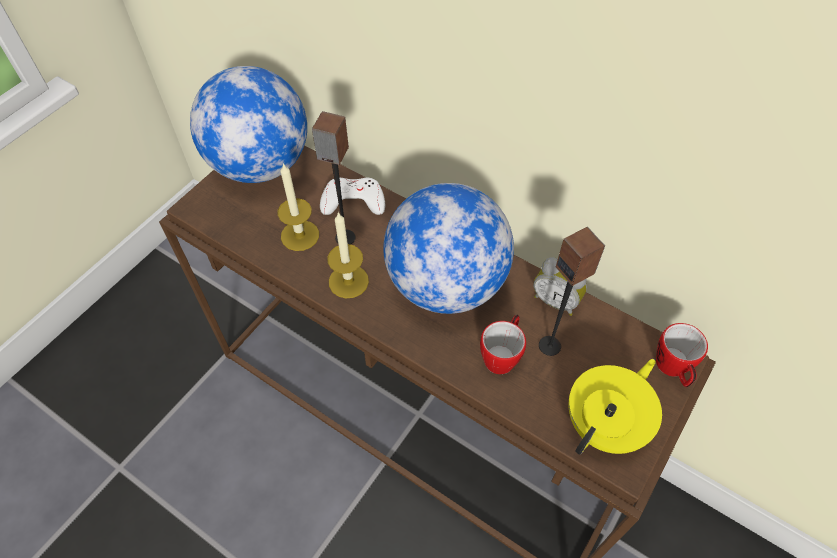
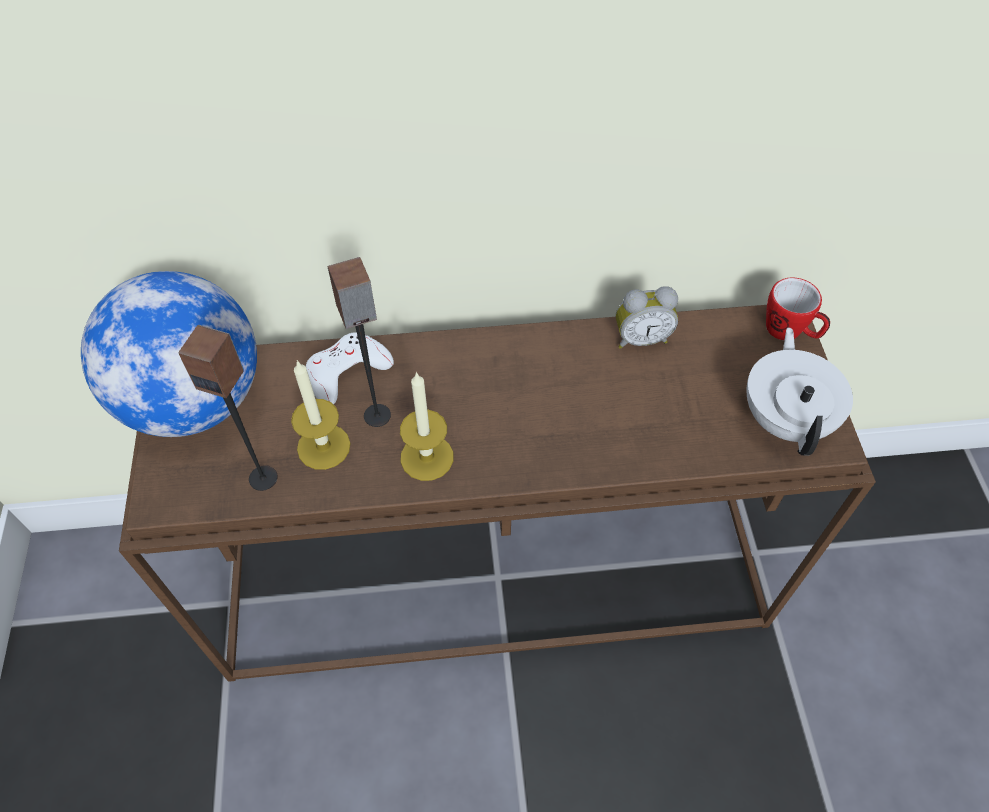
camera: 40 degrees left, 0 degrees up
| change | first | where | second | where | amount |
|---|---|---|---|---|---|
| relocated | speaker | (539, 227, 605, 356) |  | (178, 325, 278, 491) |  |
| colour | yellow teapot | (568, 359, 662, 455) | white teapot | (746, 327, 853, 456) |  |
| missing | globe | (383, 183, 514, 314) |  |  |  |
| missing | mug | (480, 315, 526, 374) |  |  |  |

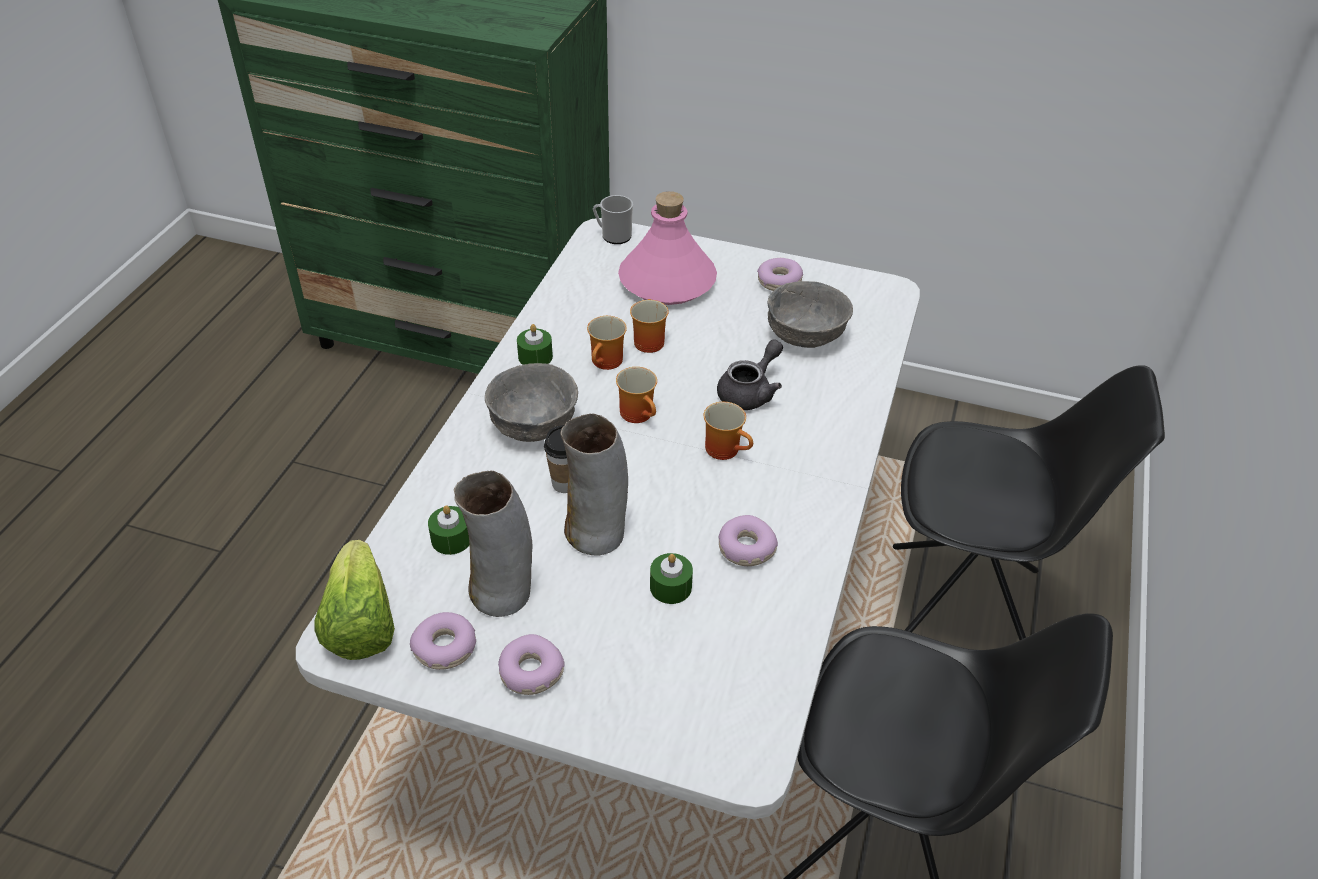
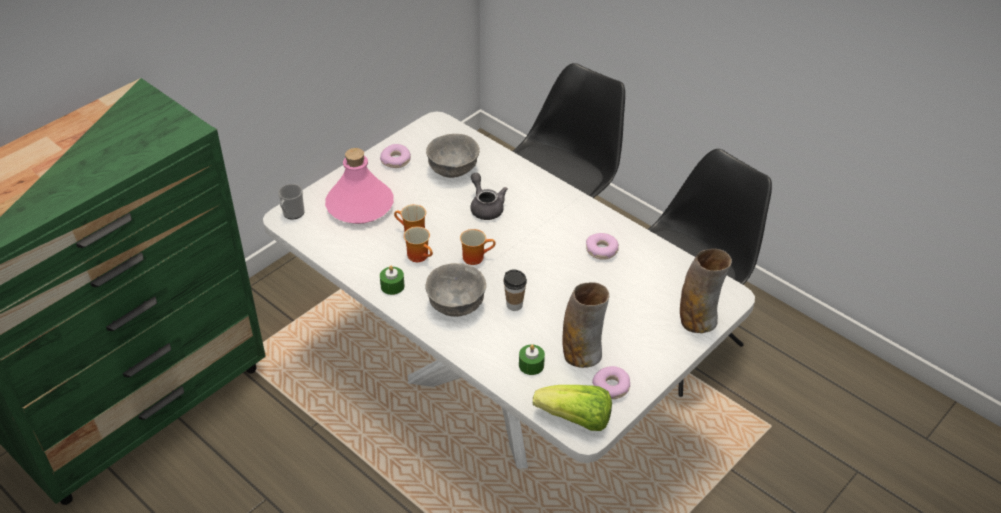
camera: 65 degrees left, 0 degrees up
| change | first | where | second | where | amount |
|---|---|---|---|---|---|
| relocated | vase | (560, 414, 628, 556) |  | (680, 249, 732, 333) |  |
| missing | donut | (498, 634, 565, 695) |  |  |  |
| missing | green candle | (650, 553, 693, 604) |  |  |  |
| missing | mug | (704, 402, 753, 460) |  |  |  |

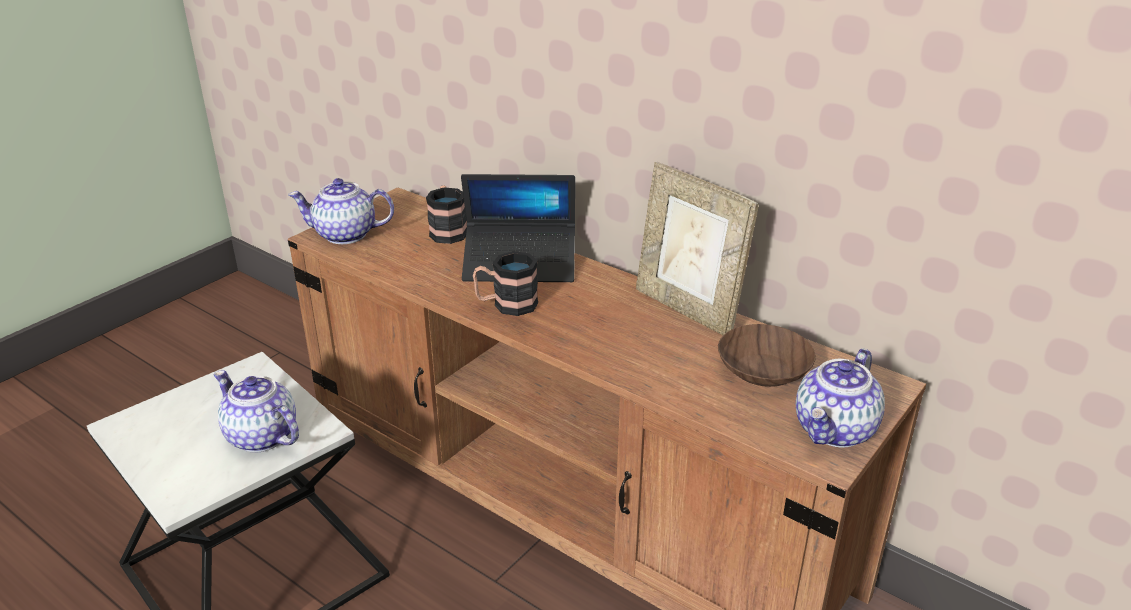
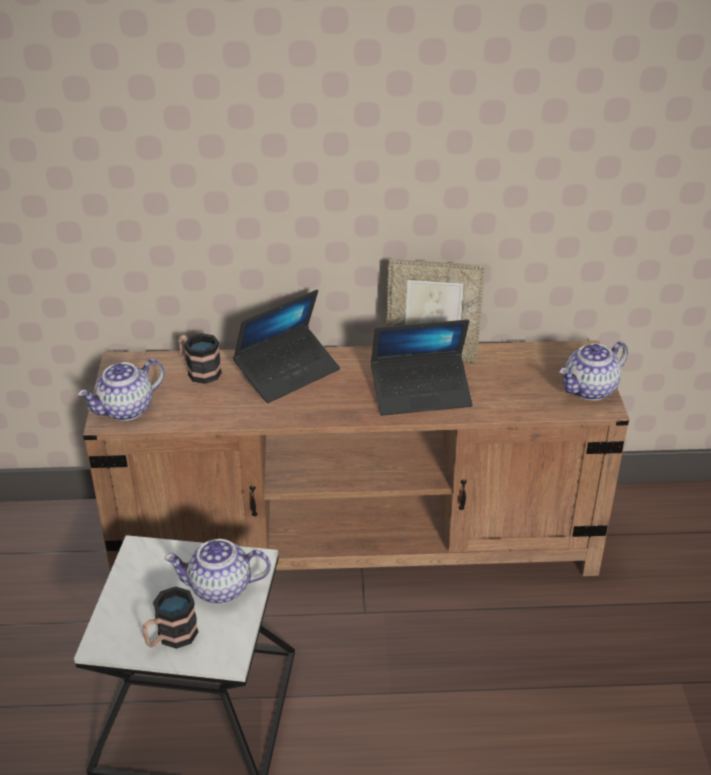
camera: 40 degrees left, 5 degrees up
| change | first | where | second | where | amount |
|---|---|---|---|---|---|
| relocated | mug | (473, 251, 538, 316) |  | (142, 587, 198, 649) |  |
| appeared |  |  | laptop | (371, 319, 473, 416) |  |
| spun | teapot | (796, 348, 885, 448) |  | (559, 341, 628, 400) | 60 degrees clockwise |
| missing | brown bowl | (718, 324, 816, 387) |  |  |  |

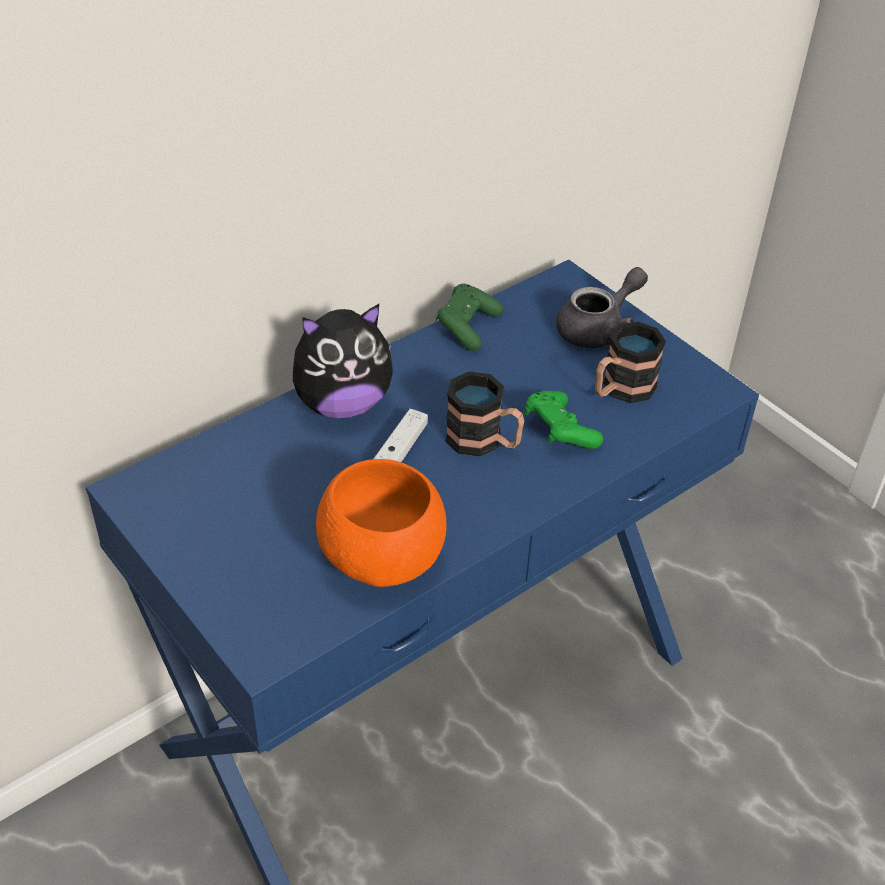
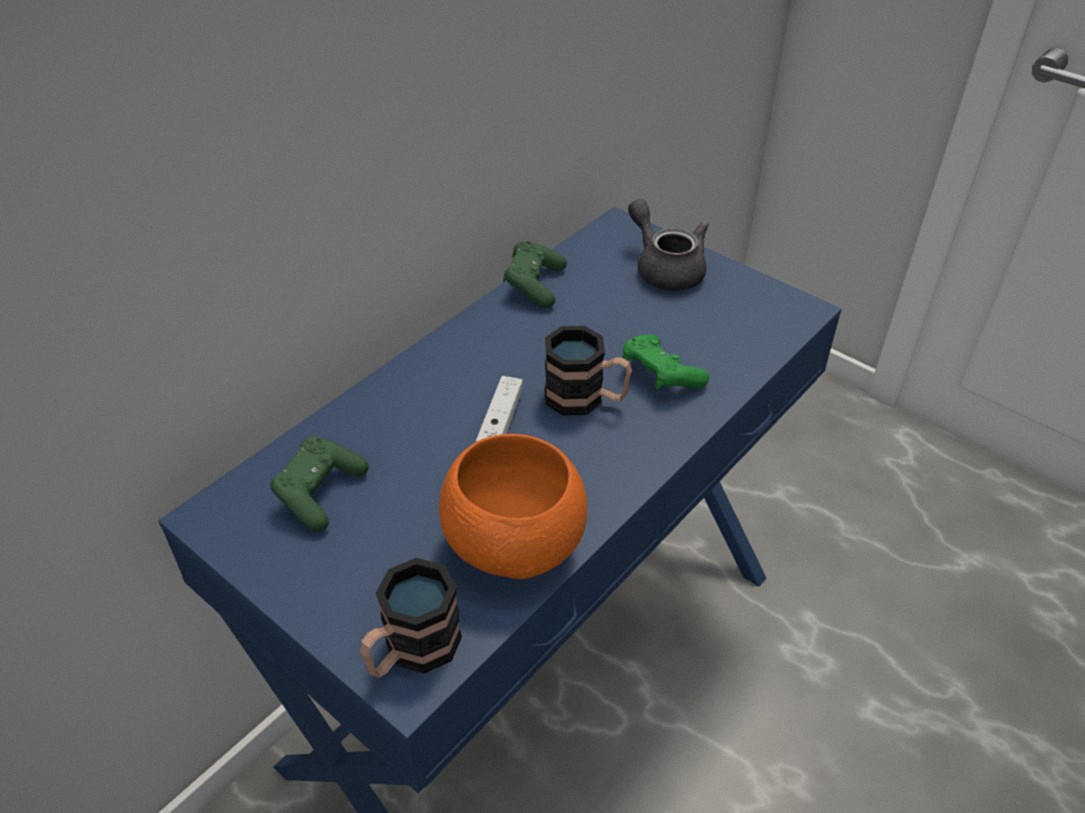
camera: 10 degrees left, 0 degrees up
| change | first | where | second | where | amount |
|---|---|---|---|---|---|
| appeared |  |  | green game controller | (270, 437, 369, 531) |  |
| relocated | mug | (595, 322, 666, 403) |  | (360, 558, 462, 678) |  |
| spun | grey teapot | (556, 267, 648, 348) |  | (628, 199, 709, 291) | 75 degrees counterclockwise |
| missing | plush toy | (293, 304, 393, 418) |  |  |  |

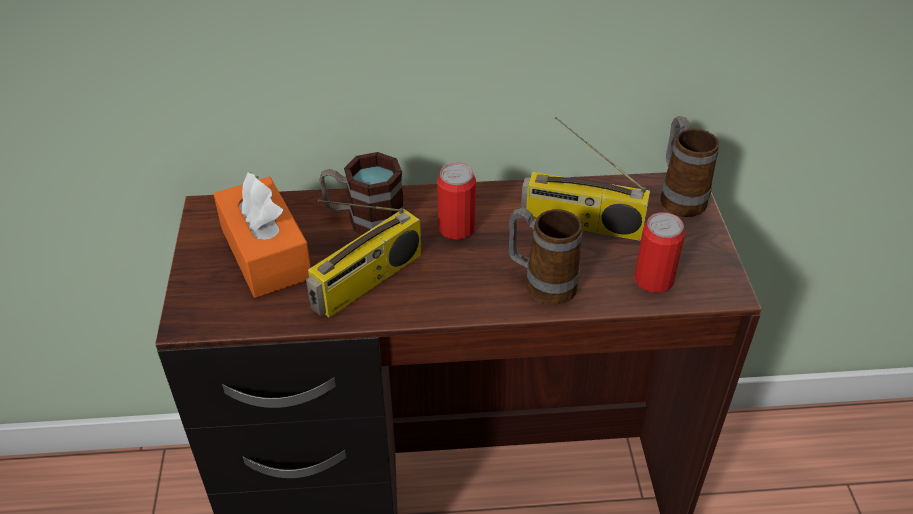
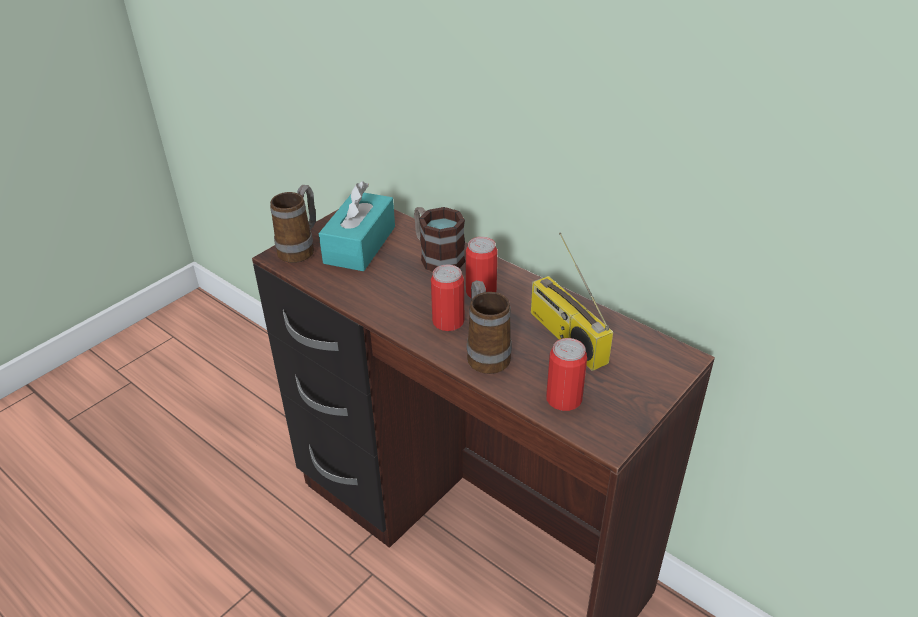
camera: 45 degrees right, 5 degrees down
| change | first | where | second | where | amount |
|---|---|---|---|---|---|
| relocated | mug | (660, 116, 719, 217) |  | (270, 185, 316, 263) |  |
| colour | orange tissue box | (213, 172, 311, 298) | turquoise tissue box | (319, 181, 395, 271) |  |
| appeared |  |  | can | (431, 265, 464, 331) |  |
| missing | radio | (306, 199, 421, 318) |  |  |  |

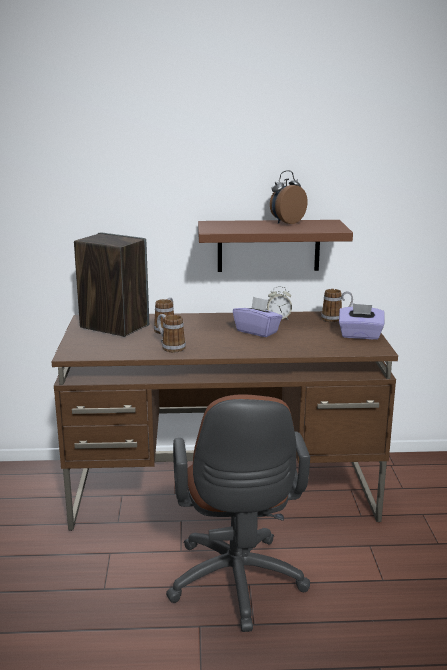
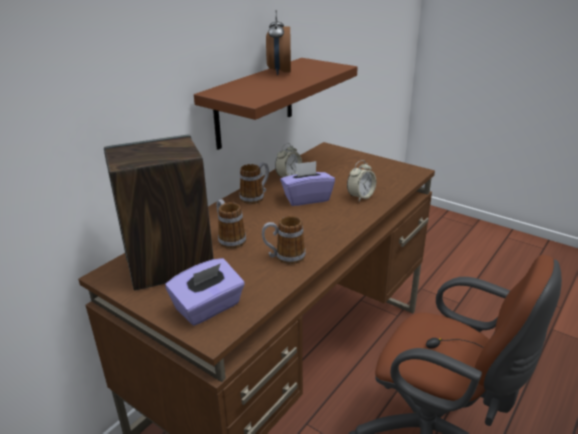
camera: 50 degrees left, 10 degrees up
| change | first | where | second | where | amount |
|---|---|---|---|---|---|
| relocated | purple tissue box | (339, 303, 384, 340) |  | (165, 258, 245, 326) |  |
| relocated | mug | (321, 289, 353, 322) |  | (239, 162, 269, 204) |  |
| appeared |  |  | alarm clock | (347, 160, 376, 201) |  |

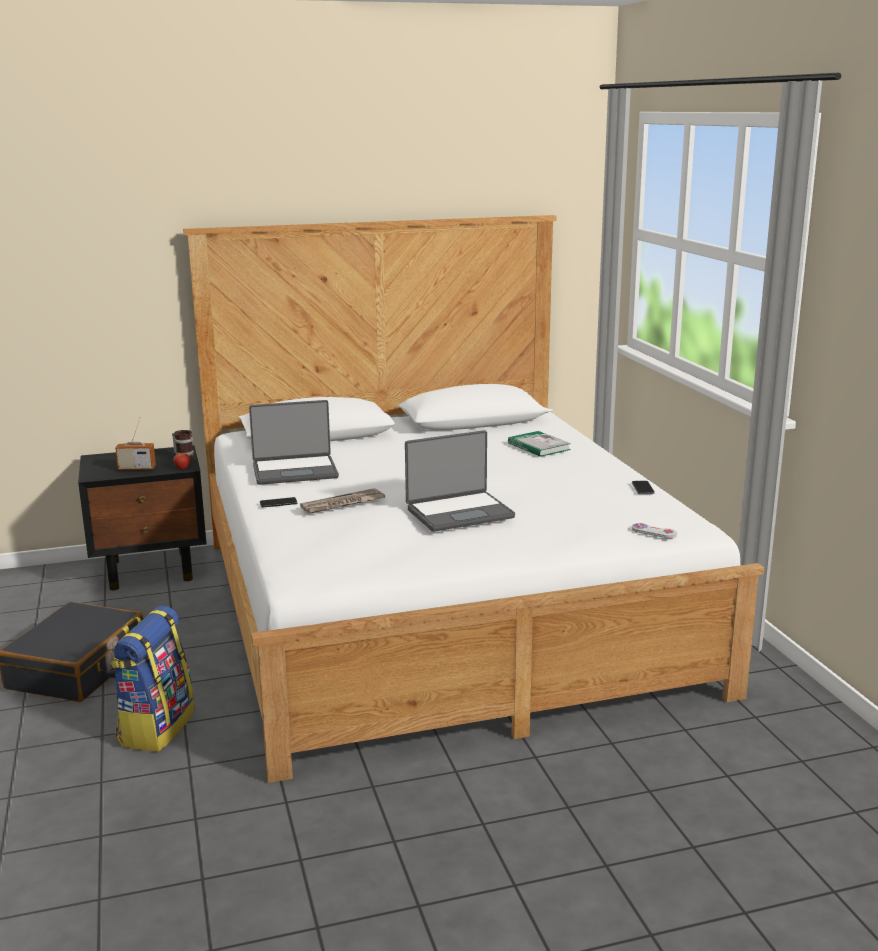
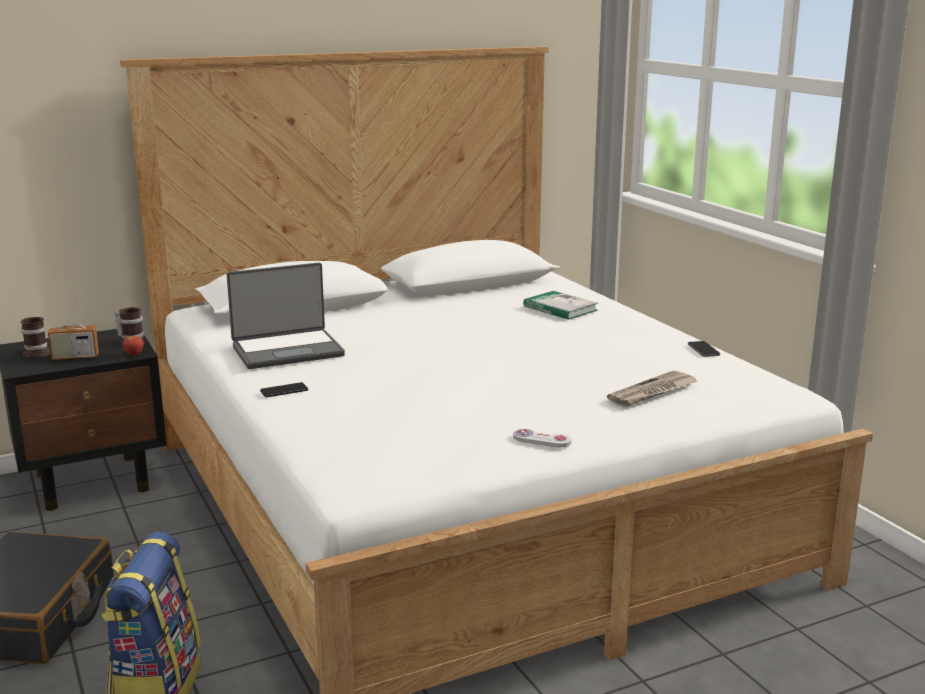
camera: 10 degrees left, 0 degrees up
| change | first | where | second | where | amount |
|---|---|---|---|---|---|
| appeared |  |  | mug | (21, 317, 50, 358) |  |
| relocated | white game controller | (632, 523, 677, 538) |  | (513, 429, 572, 447) |  |
| relocated | newspaper | (300, 488, 385, 514) |  | (607, 371, 697, 407) |  |
| missing | laptop | (405, 430, 515, 532) |  |  |  |

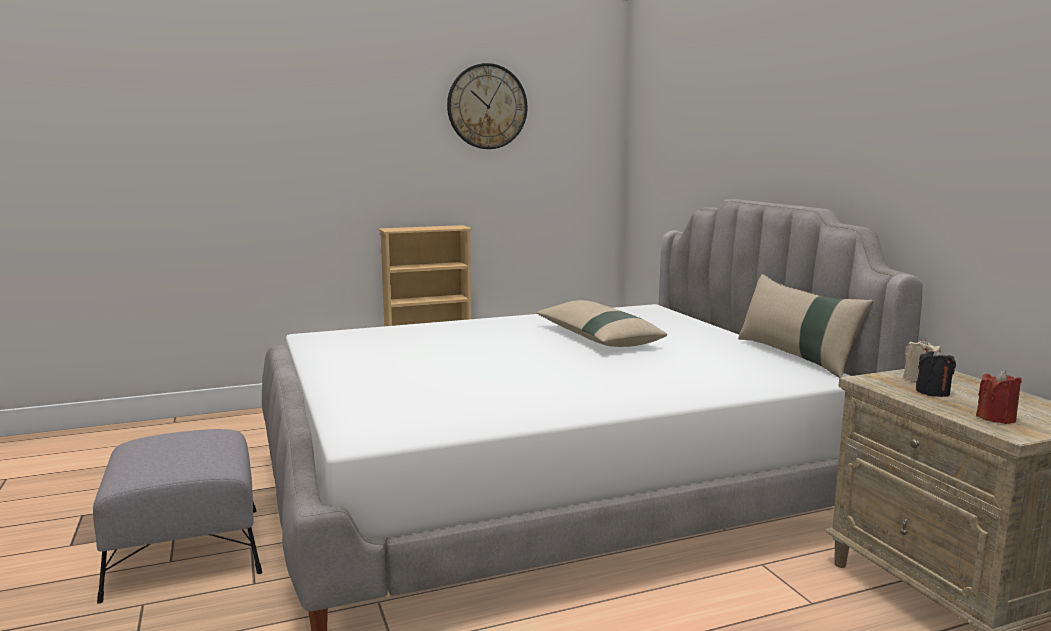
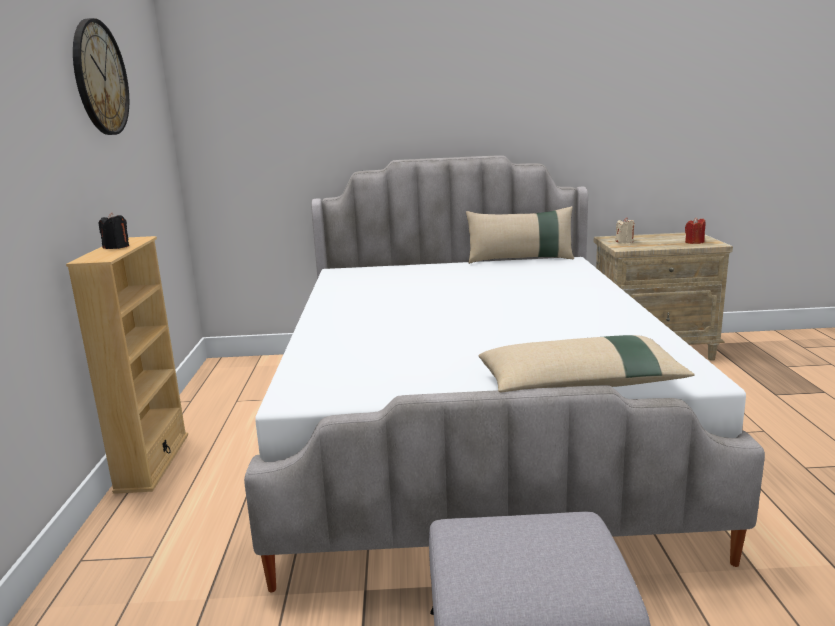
camera: 70 degrees left, 5 degrees up
| change | first | where | second | where | amount |
|---|---|---|---|---|---|
| relocated | black candle | (916, 349, 956, 397) |  | (99, 213, 129, 249) |  |
| relocated | beige pillow | (536, 300, 667, 347) |  | (478, 335, 695, 392) |  |

